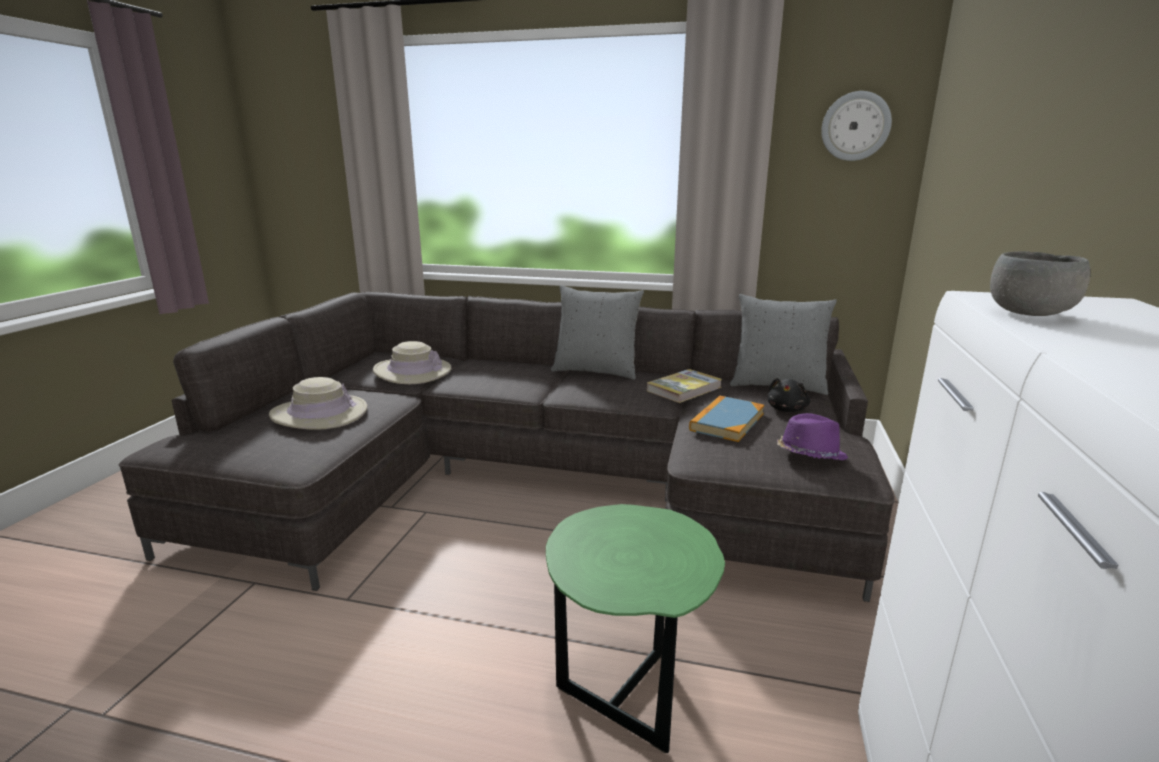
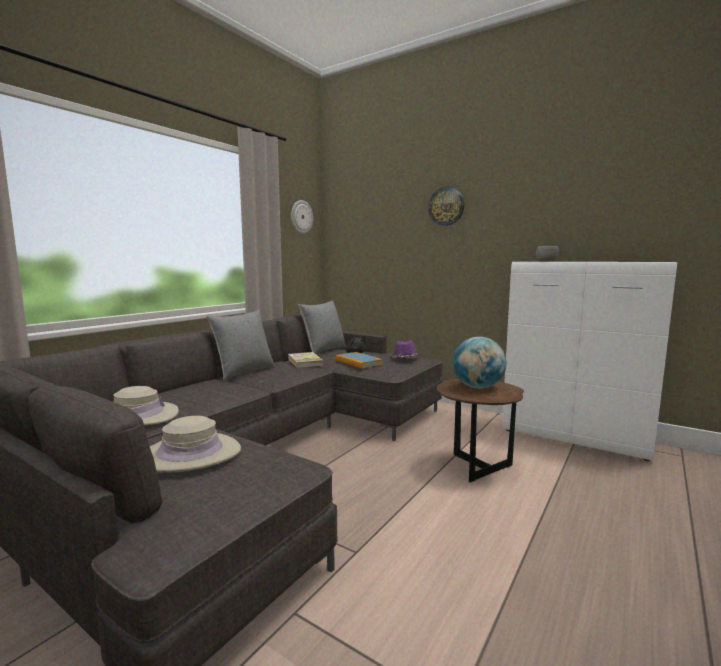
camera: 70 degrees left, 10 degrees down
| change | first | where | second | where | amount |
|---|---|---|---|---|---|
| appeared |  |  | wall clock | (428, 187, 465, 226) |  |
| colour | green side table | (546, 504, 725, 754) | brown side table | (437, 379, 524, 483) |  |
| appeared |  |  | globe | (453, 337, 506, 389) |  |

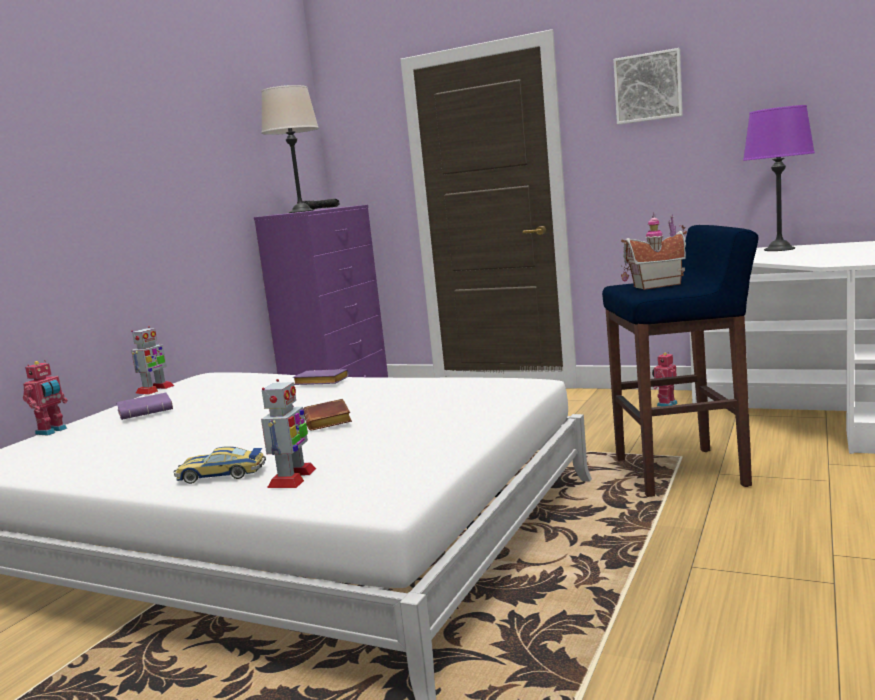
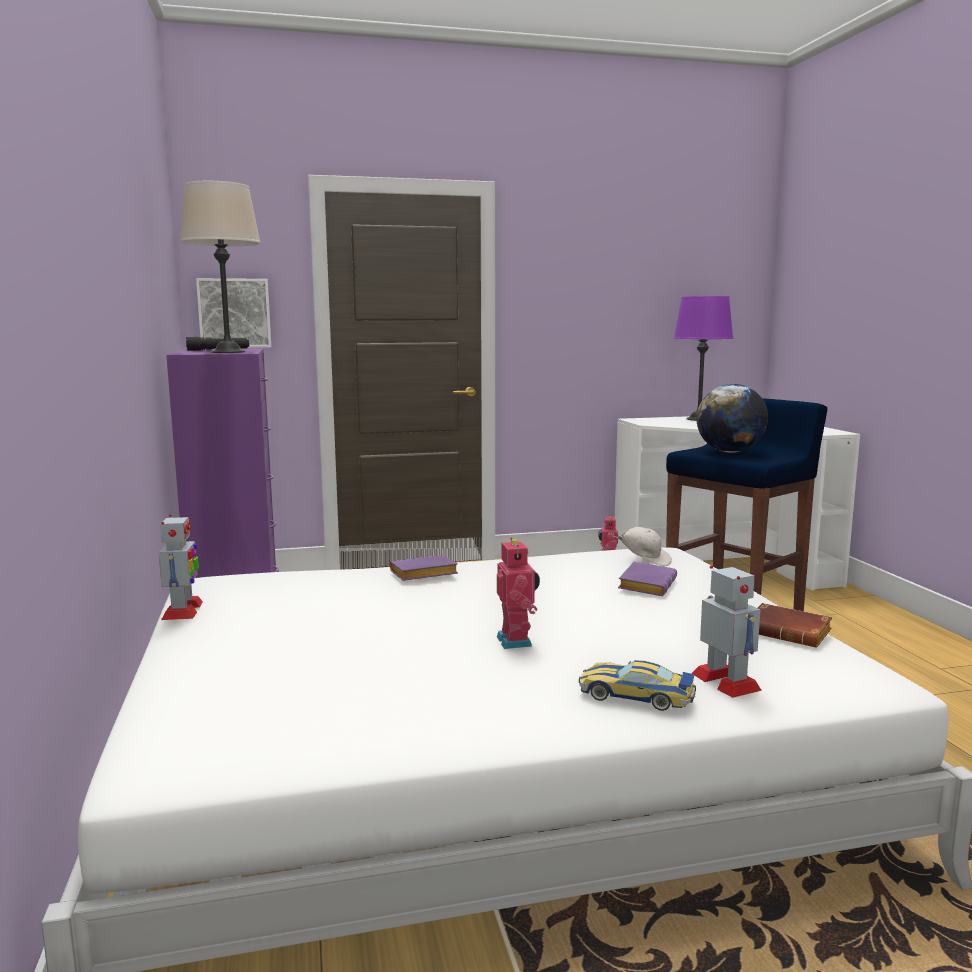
camera: 40 degrees left, 0 degrees up
| change | first | where | second | where | amount |
|---|---|---|---|---|---|
| relocated | picture | (613, 48, 683, 124) |  | (196, 278, 271, 348) |  |
| relocated | toy robot | (23, 360, 68, 436) |  | (497, 538, 540, 649) |  |
| spun | toy car | (174, 447, 266, 484) |  | (579, 660, 696, 711) | 60 degrees clockwise |
| appeared |  |  | white cap | (611, 527, 672, 567) |  |
| relocated | purple book | (116, 393, 173, 420) |  | (618, 562, 677, 596) |  |
| exchanged | toy house | (621, 213, 687, 290) | globe | (697, 384, 768, 452) |  |
| relocated | brown book | (303, 399, 352, 431) |  | (757, 603, 832, 648) |  |

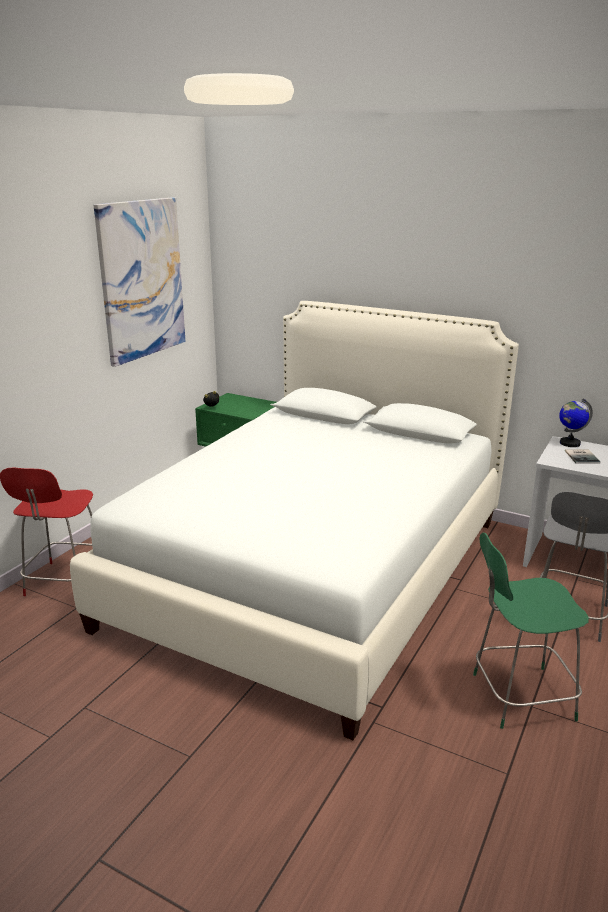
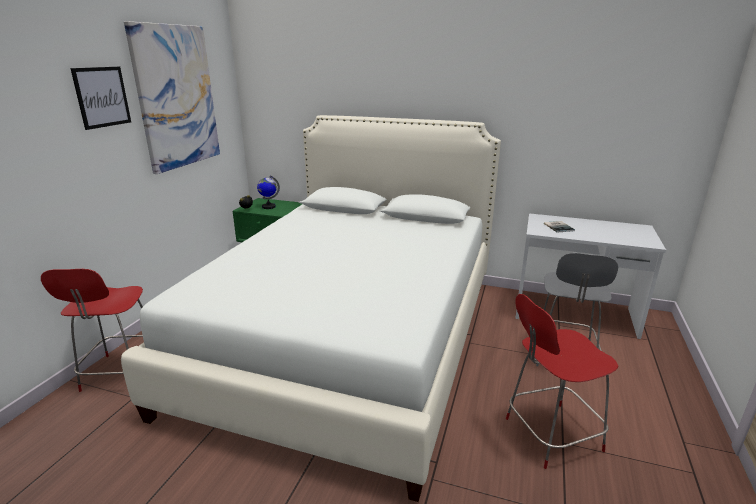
camera: 10 degrees left, 0 degrees up
| change | first | where | second | where | amount |
|---|---|---|---|---|---|
| appeared |  |  | picture | (70, 67, 131, 130) |  |
| relocated | globe | (559, 398, 593, 447) |  | (257, 175, 280, 209) |  |
| colour | green stool | (473, 533, 589, 729) | red stool | (506, 294, 618, 469) |  |

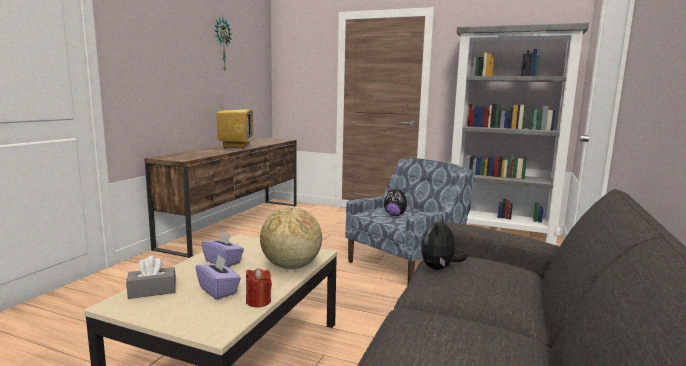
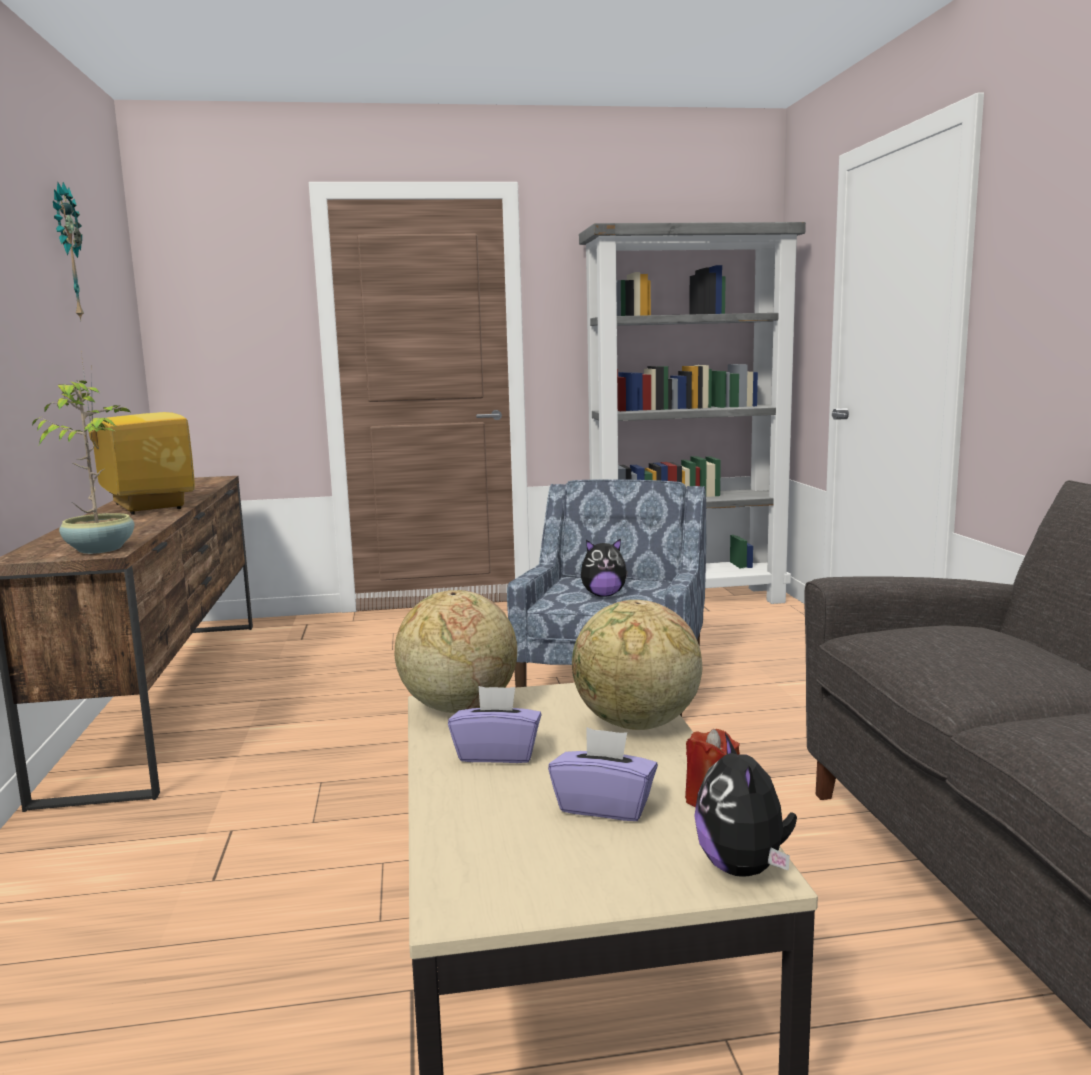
camera: 30 degrees left, 0 degrees up
| change | first | where | second | where | amount |
|---|---|---|---|---|---|
| appeared |  |  | potted plant | (32, 381, 134, 554) |  |
| appeared |  |  | globe | (395, 590, 517, 713) |  |
| relocated | plush toy | (421, 216, 467, 270) |  | (694, 733, 797, 877) |  |
| missing | grey tissue box | (126, 256, 176, 299) |  |  |  |

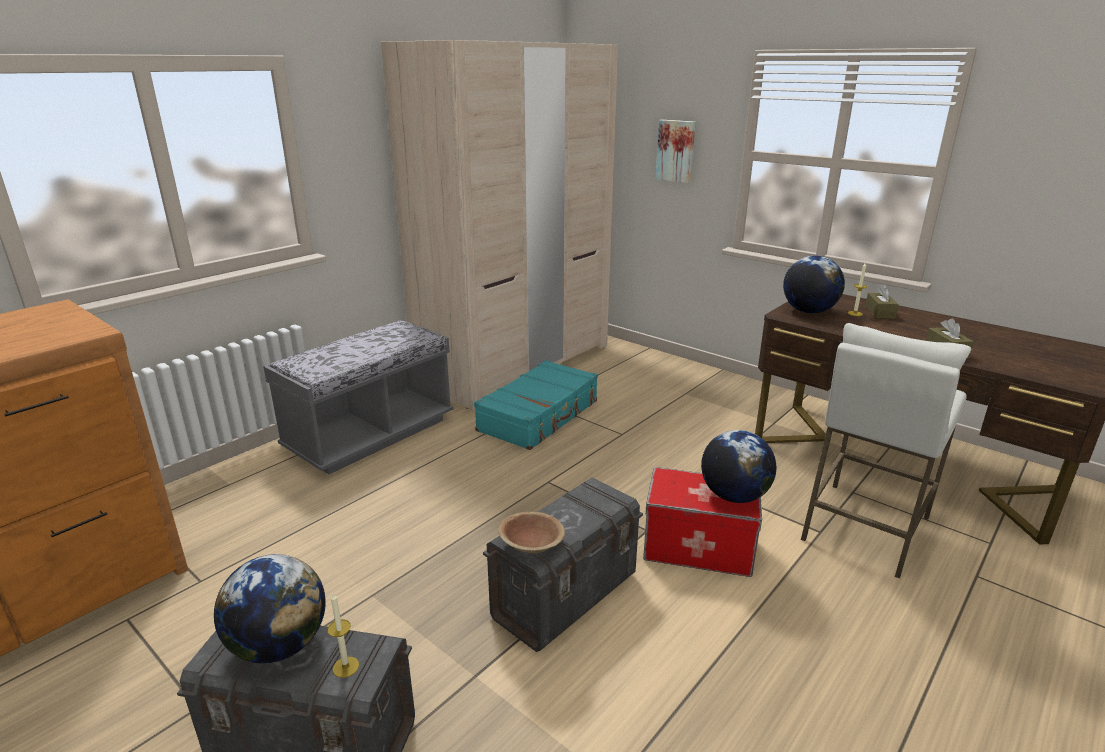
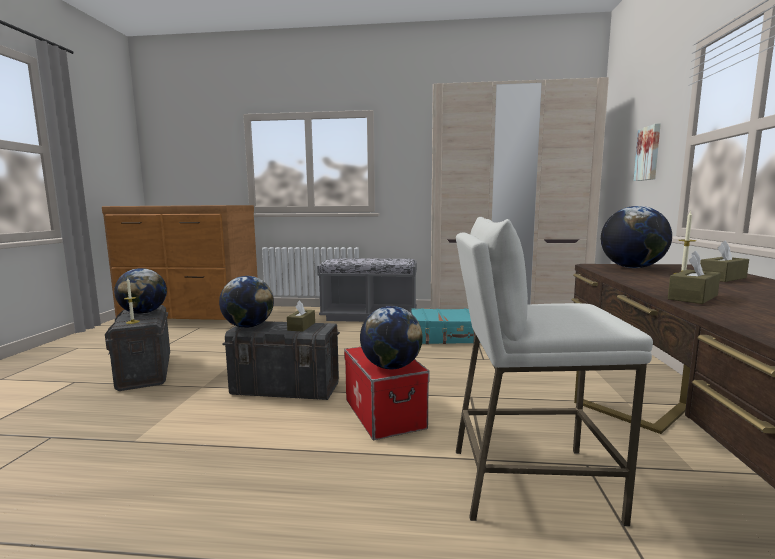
camera: 55 degrees right, 15 degrees down
| change | first | where | second | where | amount |
|---|---|---|---|---|---|
| exchanged | brown bowl | (498, 512, 565, 553) | globe | (219, 276, 274, 328) |  |
| appeared |  |  | brown tissue box | (287, 300, 315, 331) |  |

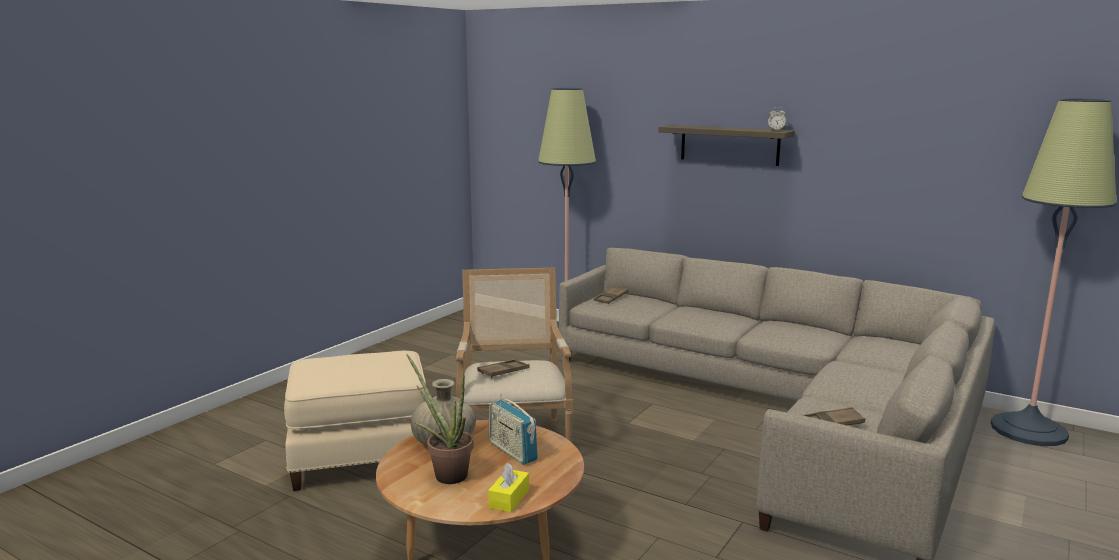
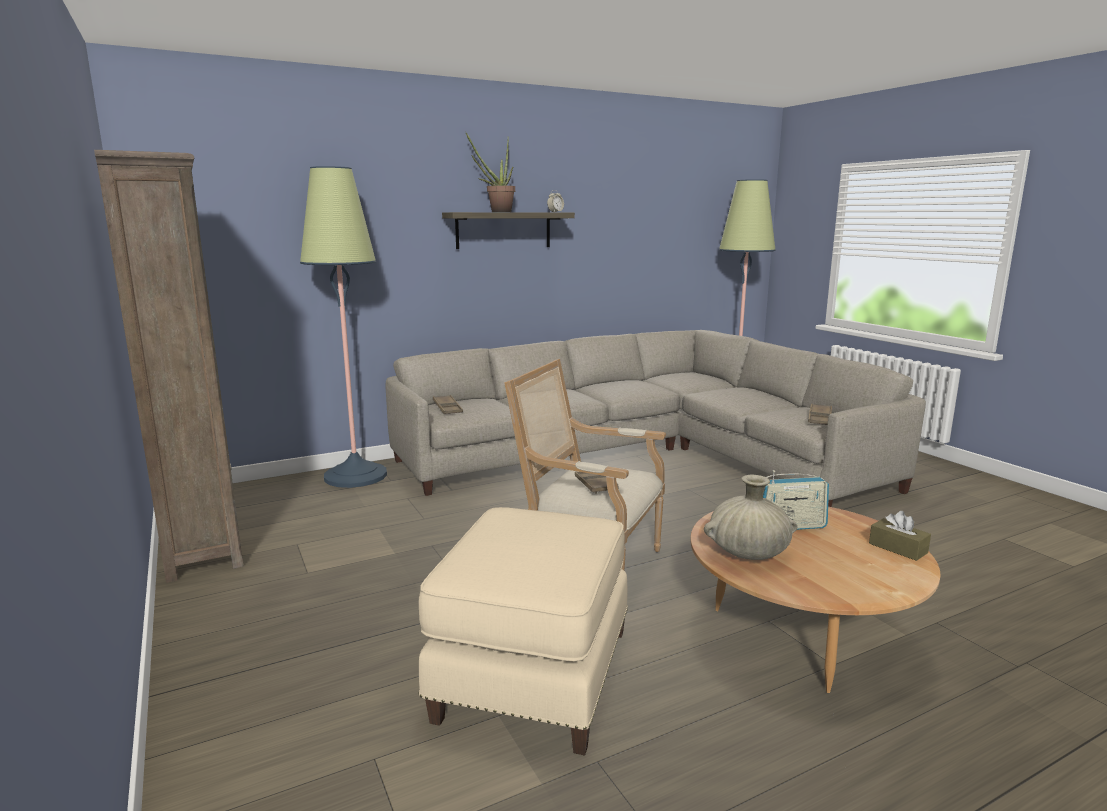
camera: 60 degrees left, 0 degrees up
| change | first | where | second | where | amount |
|---|---|---|---|---|---|
| appeared |  |  | brown bookcase | (94, 150, 244, 583) |  |
| relocated | potted plant | (406, 354, 474, 484) |  | (466, 133, 515, 212) |  |
| colour | yellow tissue box | (488, 463, 529, 513) | brown tissue box | (869, 511, 931, 561) |  |

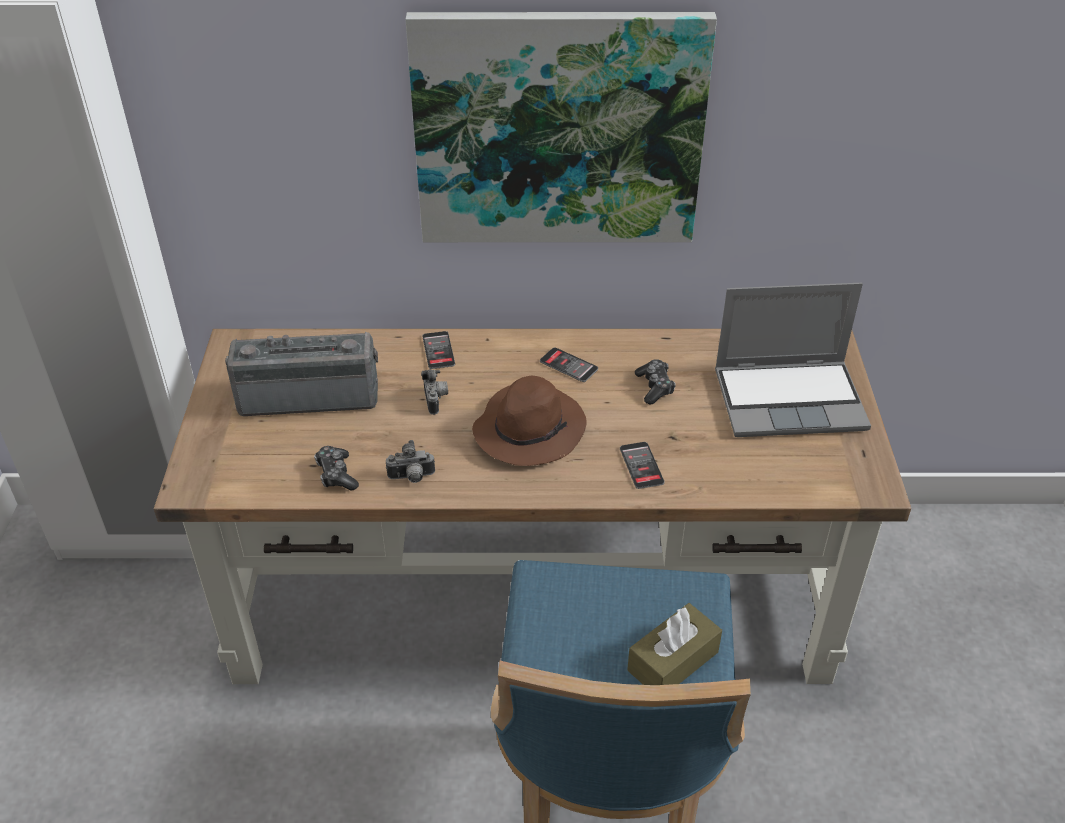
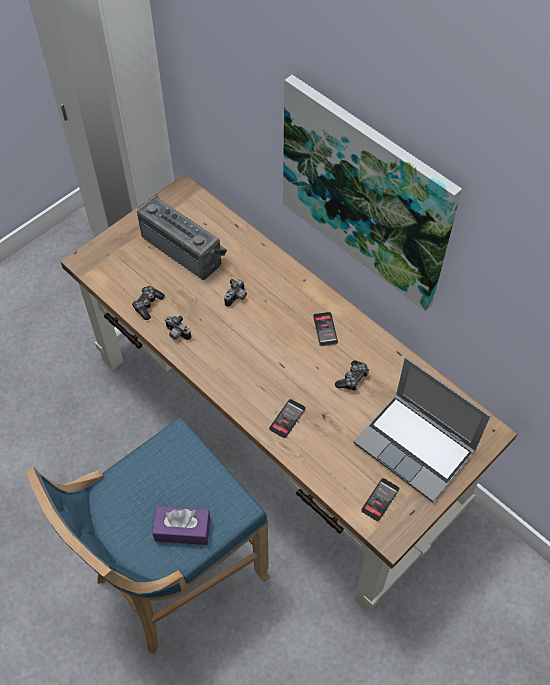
camera: 45 degrees right, 15 degrees up
| change | first | where | second | where | amount |
|---|---|---|---|---|---|
| colour | brown tissue box | (627, 603, 722, 685) | purple tissue box | (152, 506, 211, 545) |  |
| relocated | phone | (422, 331, 455, 369) |  | (361, 478, 400, 521) |  |
| missing | brown hat | (472, 376, 587, 466) |  |  |  |

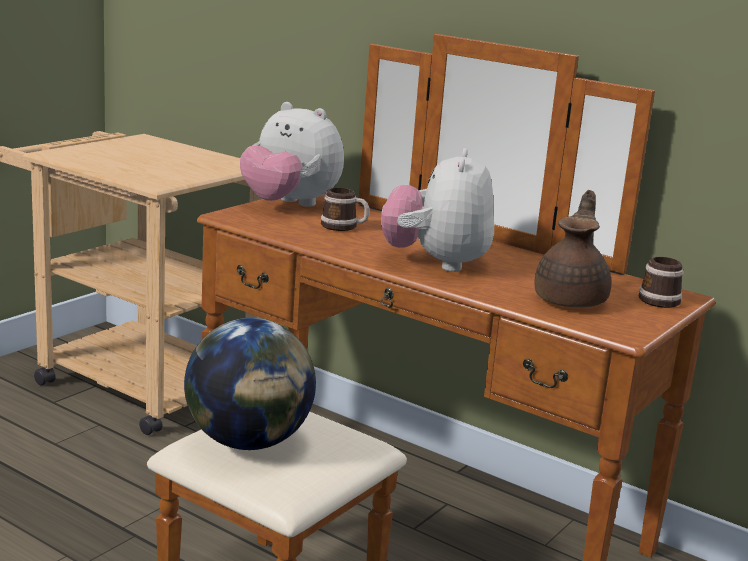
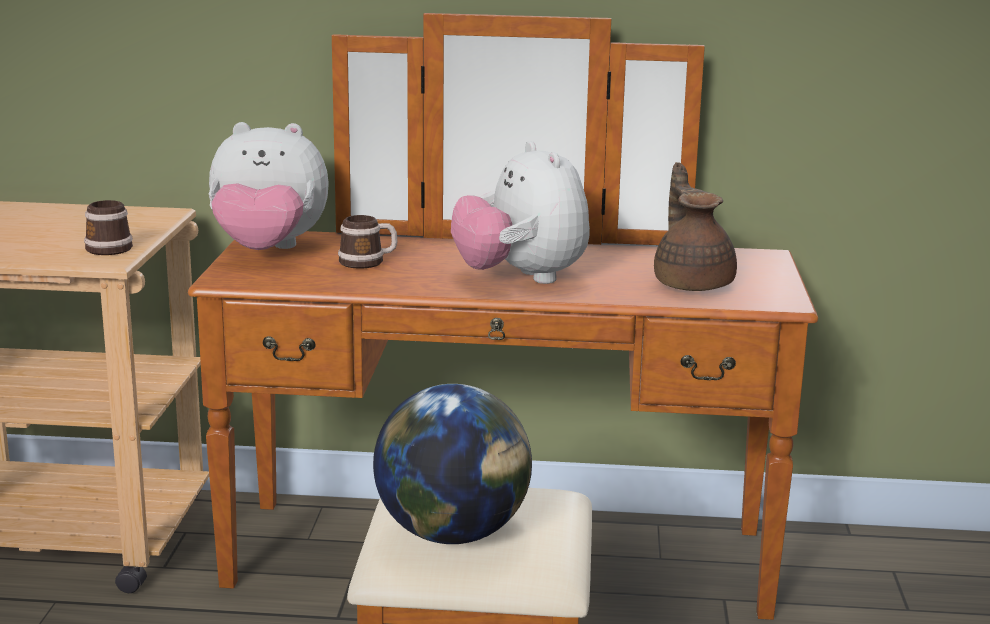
camera: 30 degrees left, 0 degrees up
| change | first | where | second | where | amount |
|---|---|---|---|---|---|
| relocated | mug | (638, 257, 684, 308) |  | (84, 200, 133, 255) |  |

